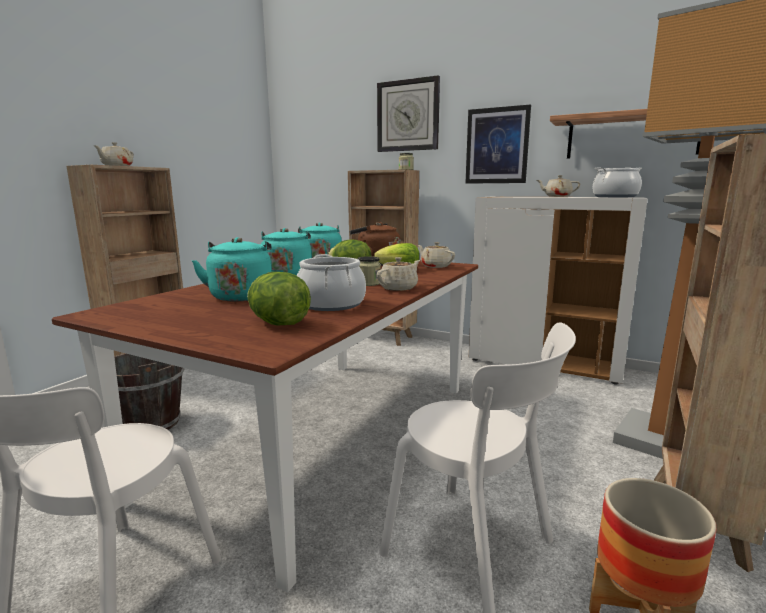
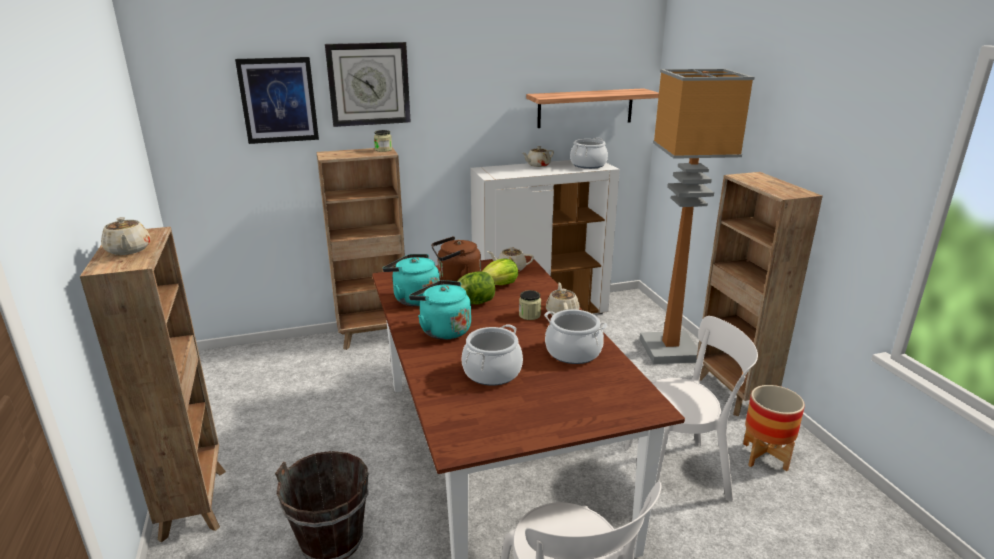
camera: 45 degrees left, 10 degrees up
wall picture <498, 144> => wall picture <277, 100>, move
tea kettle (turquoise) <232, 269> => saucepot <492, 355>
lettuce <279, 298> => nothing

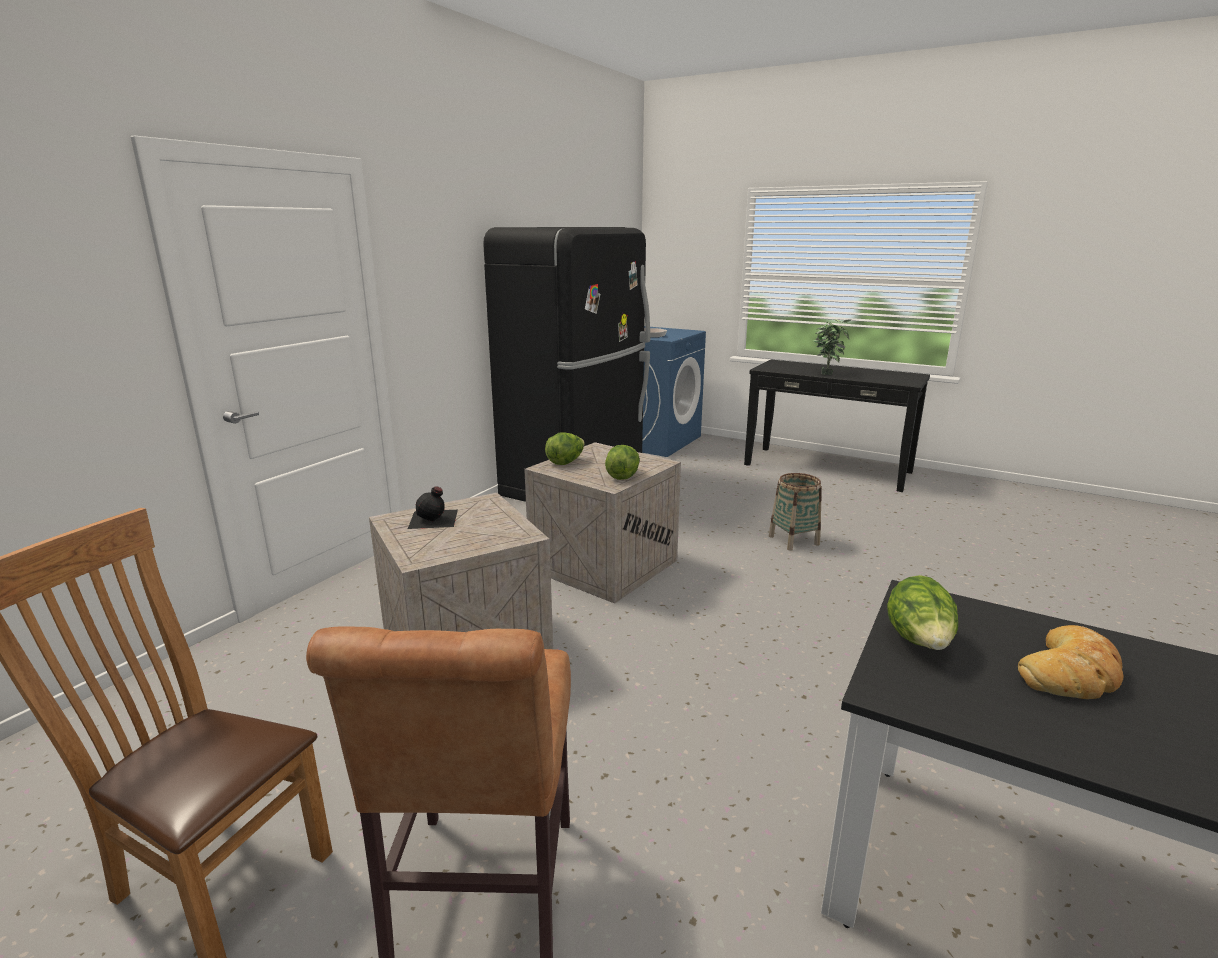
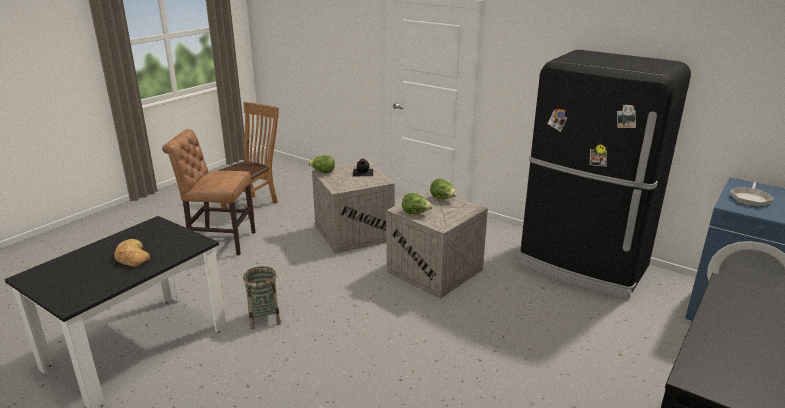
camera: 95 degrees right, 5 degrees up
potted plant <832, 347> => nothing
basket <795, 512> => basket <262, 298>, move
lettuce <922, 612> => lettuce <321, 164>, move

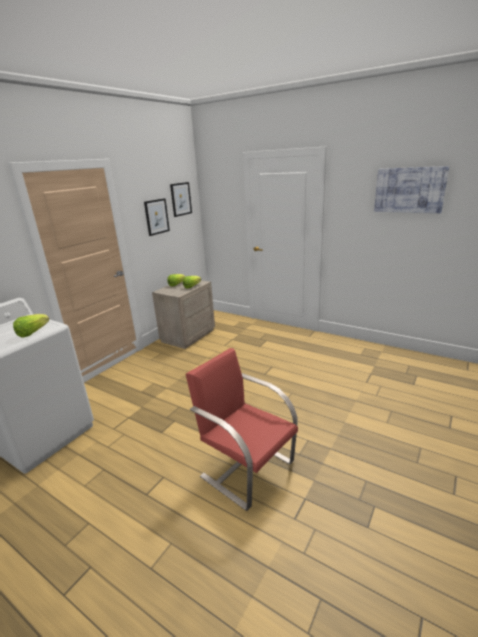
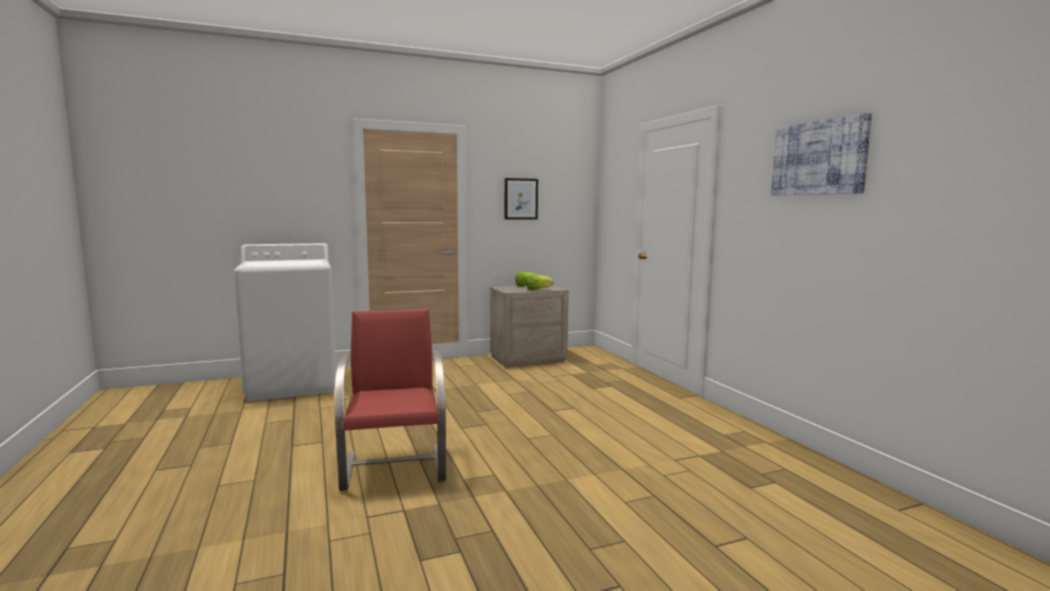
camera: 35 degrees right, 15 degrees down
wall picture <181, 199> => nothing
lettuce <31, 326> => nothing

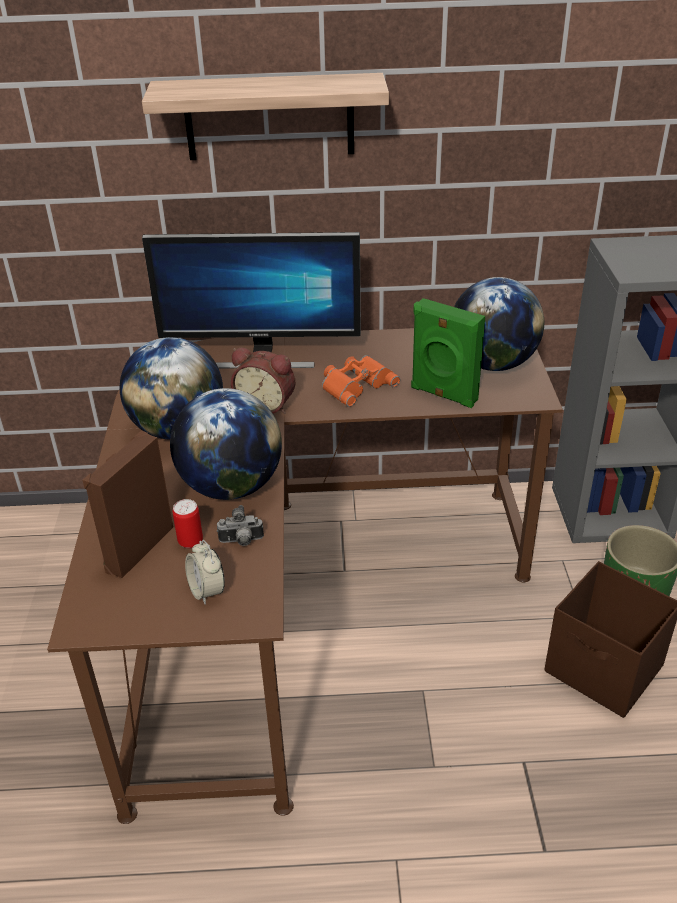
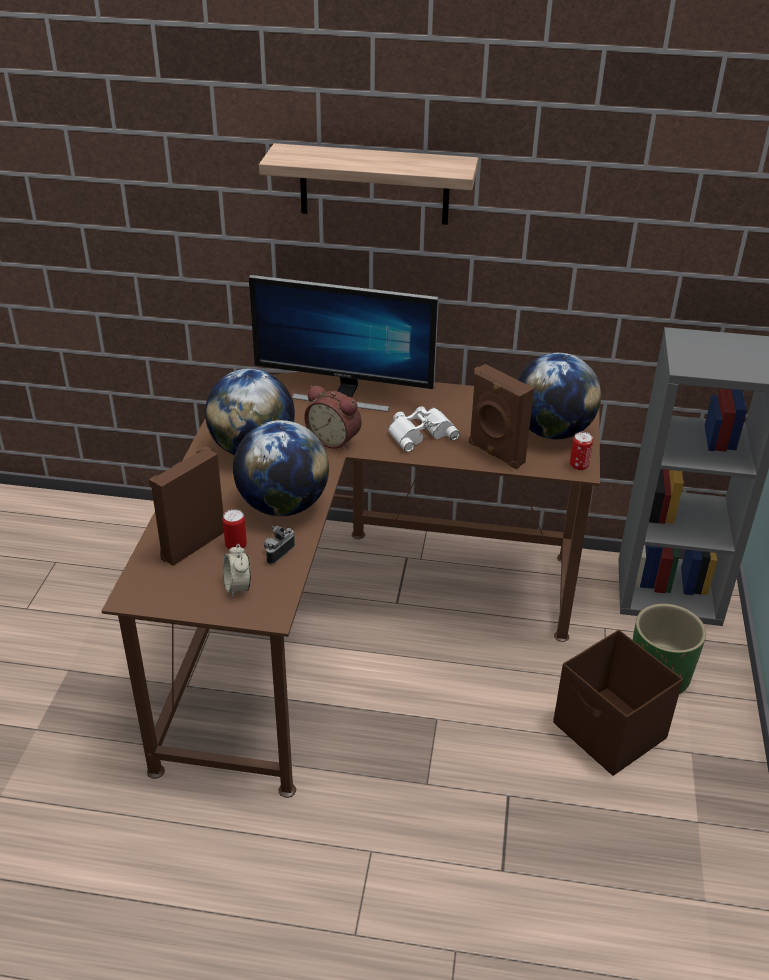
camera: 10 degrees right, 0 degrees up
speaker (green) <448, 353> => speaker (brown-coloured) <501, 416>
binoculars (orange) <361, 381> => binoculars (white-coloured) <424, 429>
still camera <240, 525> => still camera <279, 545>, 120 degrees clockwise
nothing => metal can <581, 451>

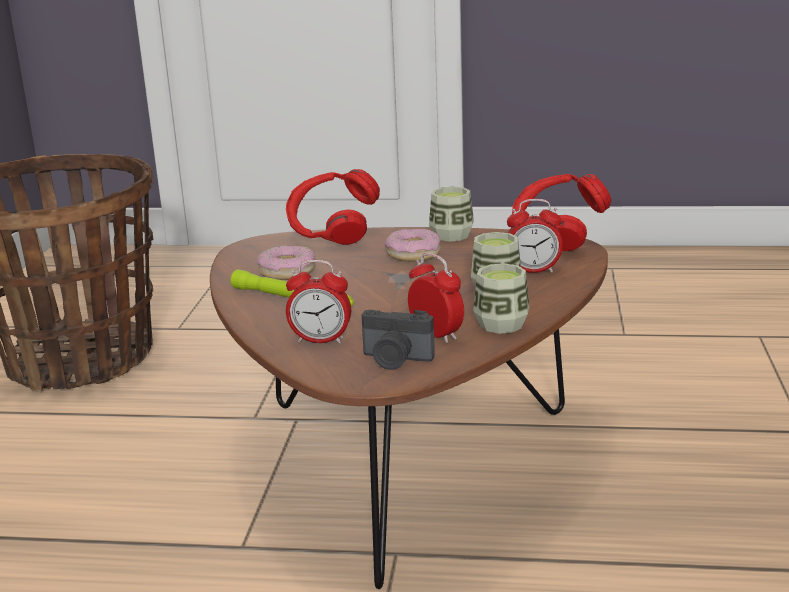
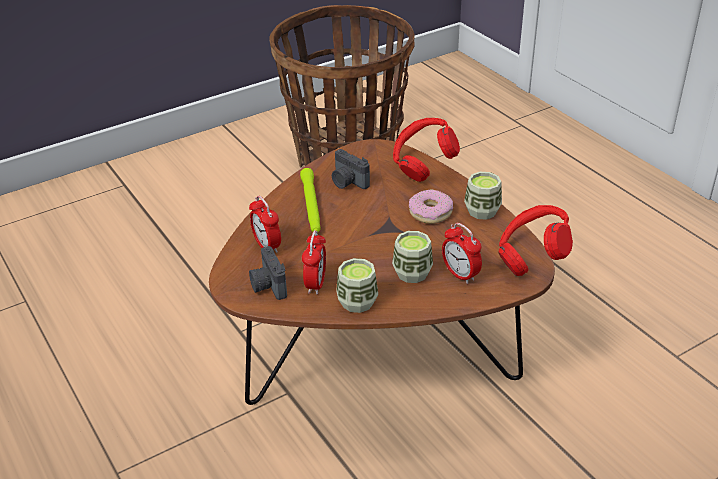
camera: 50 degrees right, 15 degrees up
doughnut <286, 262> => still camera <351, 169>

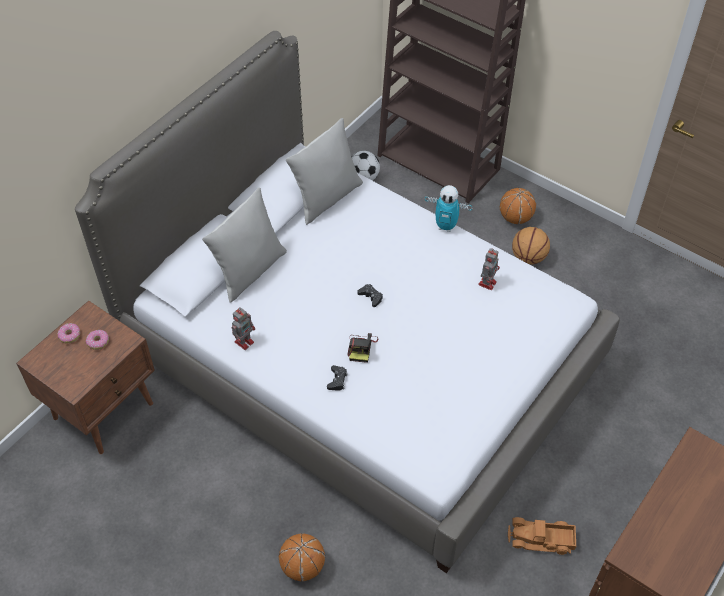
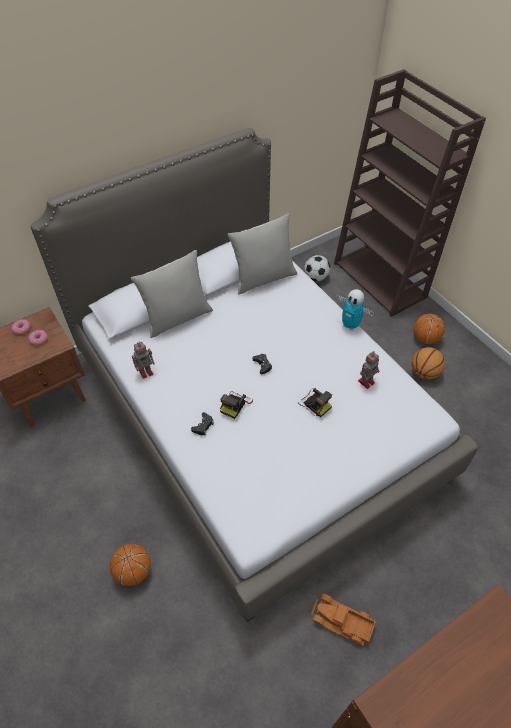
camera: 20 degrees right, 0 degrees up
nothing => still camera <315, 402>

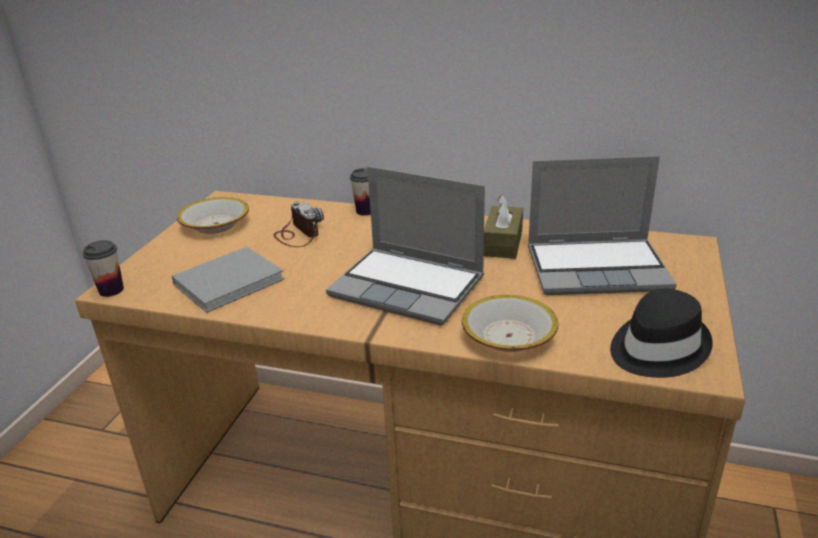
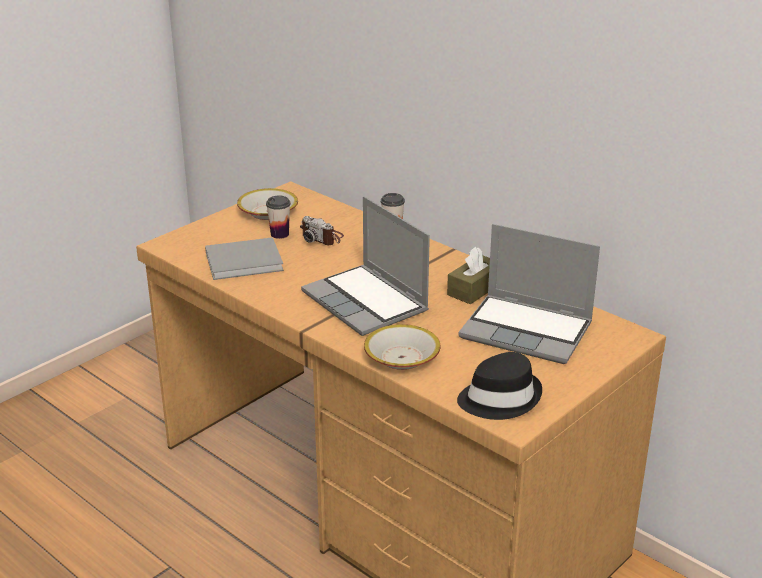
camera: 25 degrees right, 0 degrees up
still camera <299, 224> => still camera <322, 230>, 135 degrees clockwise
small cup <103, 268> => small cup <278, 217>, move

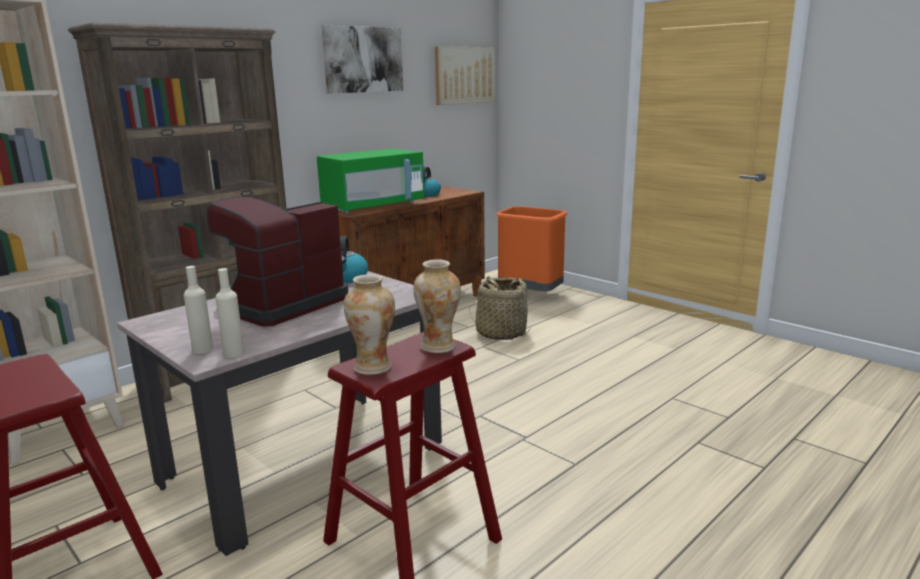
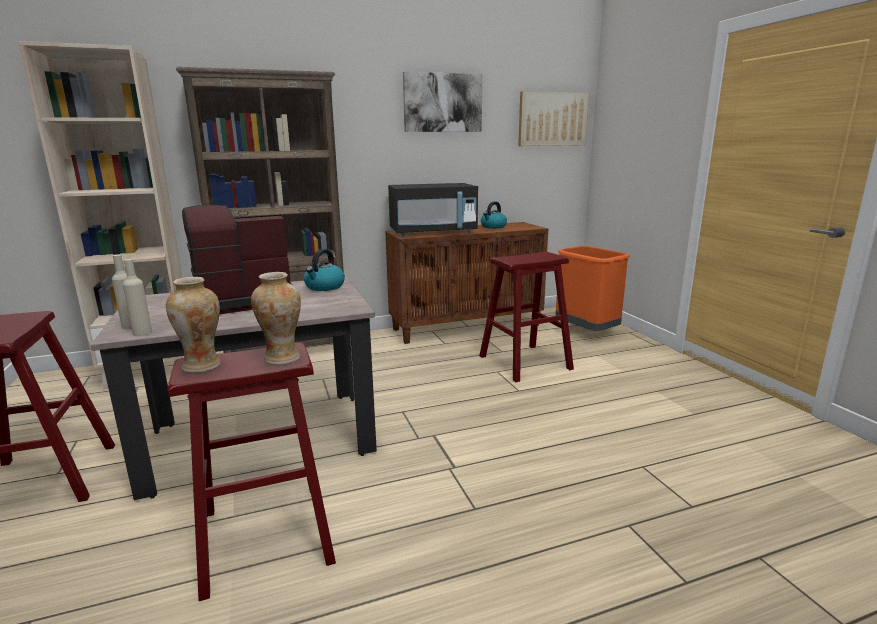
camera: 25 degrees right, 0 degrees up
kitchen microwave (green) <371, 181> => kitchen microwave (black-coloured) <433, 209>
basket <500, 308> => stool seat (red-coloured) <526, 317>

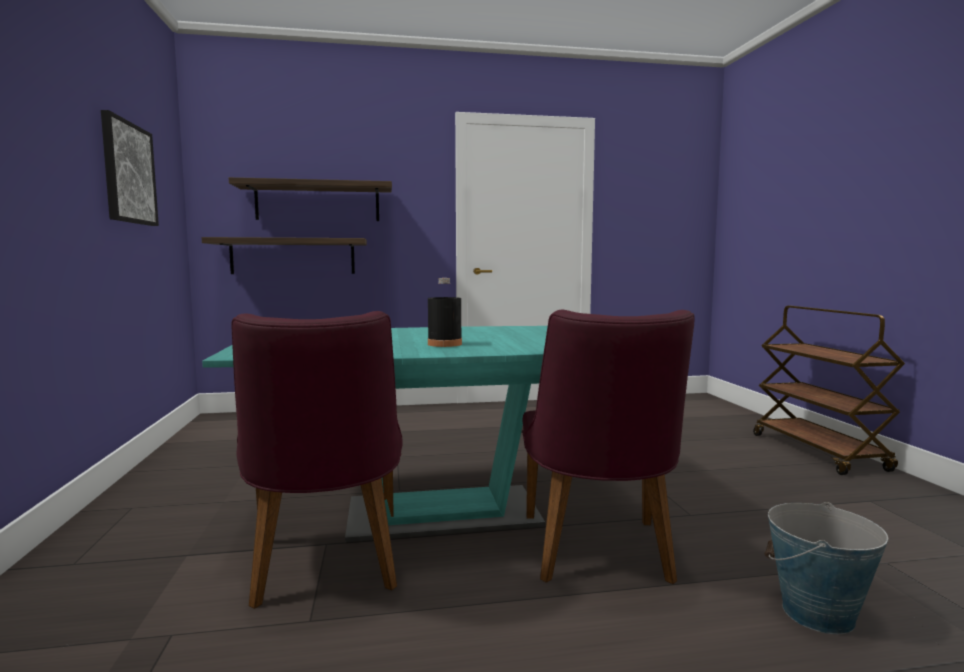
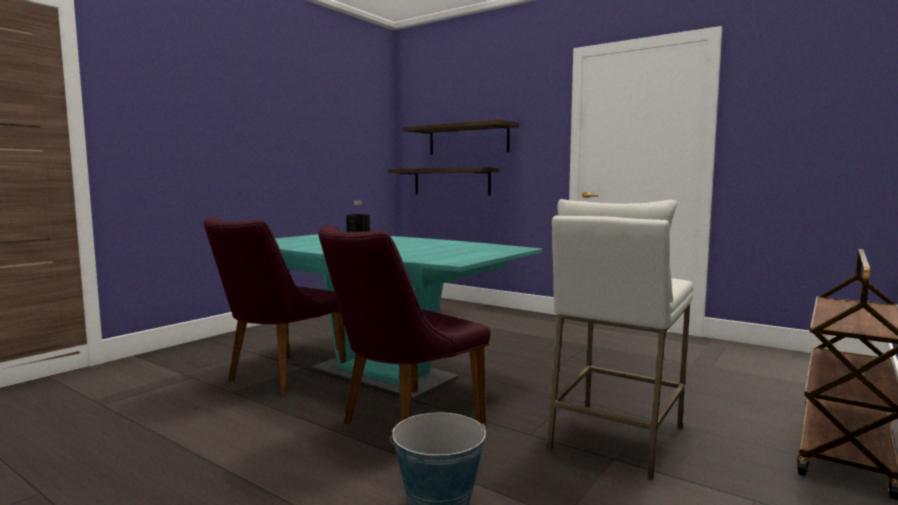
camera: 45 degrees right, 0 degrees up
wall picture <130, 168> => nothing
nothing => stool seat (white-coloured) <619, 339>

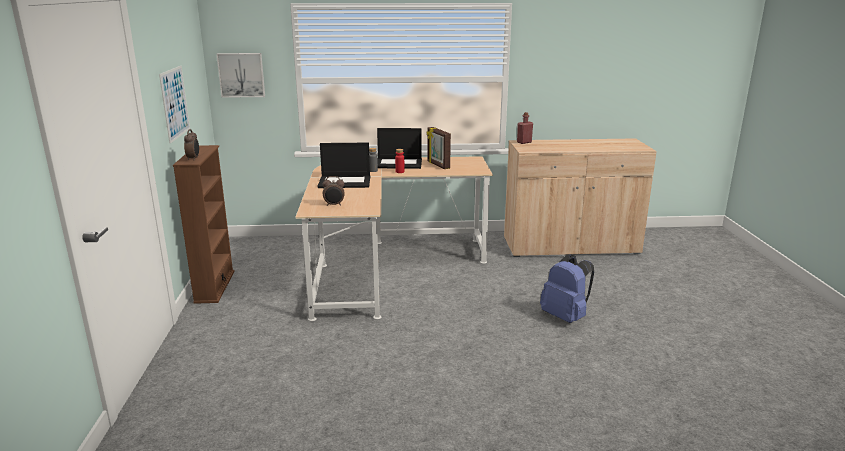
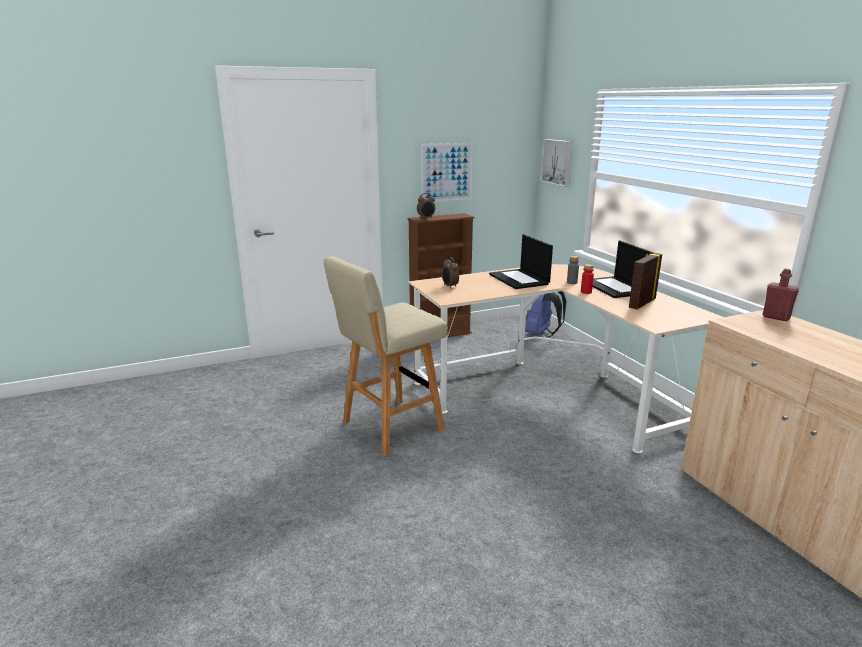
camera: 70 degrees right, 0 degrees up
rucksack (bluish) <567, 288> => rucksack (bluish) <546, 314>, move
nothing => stool seat (beige) <385, 356>

